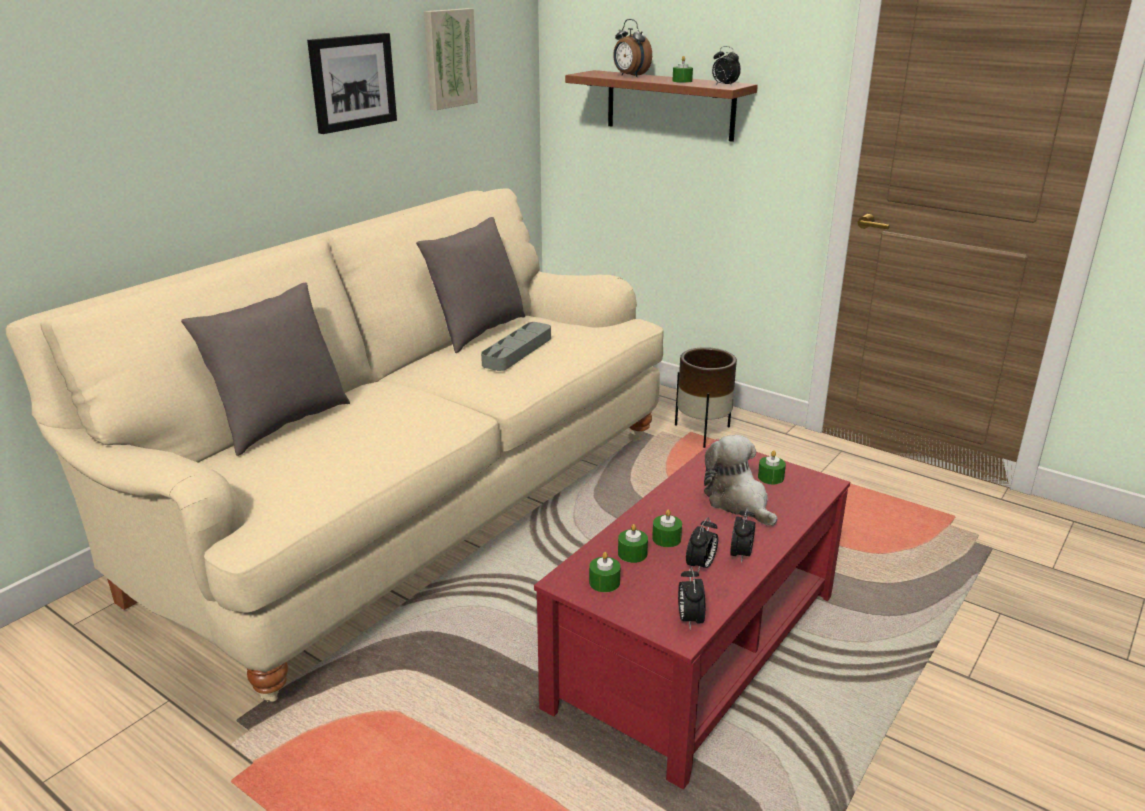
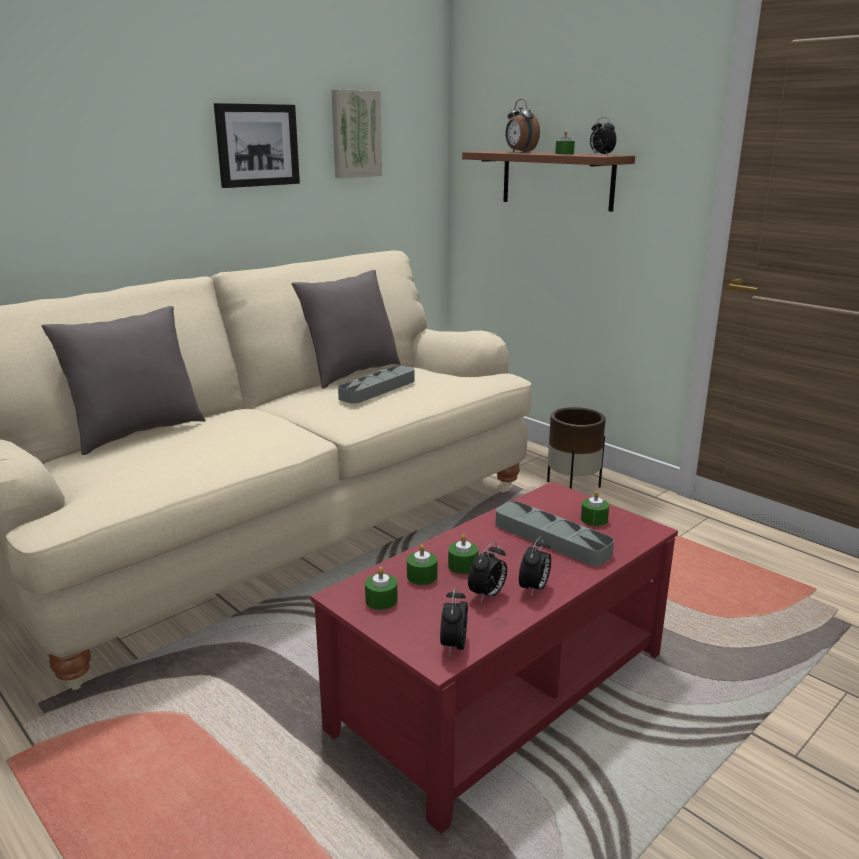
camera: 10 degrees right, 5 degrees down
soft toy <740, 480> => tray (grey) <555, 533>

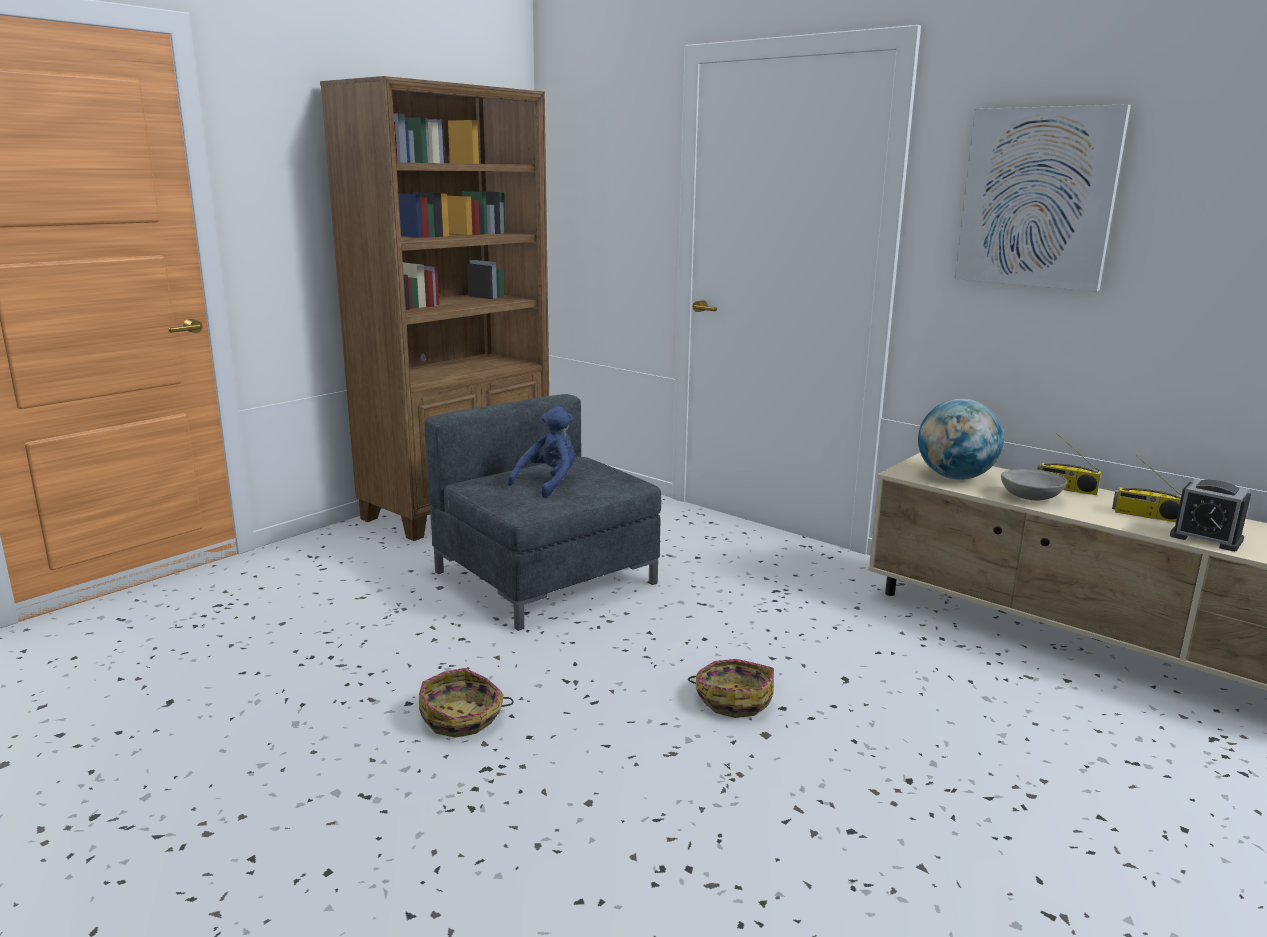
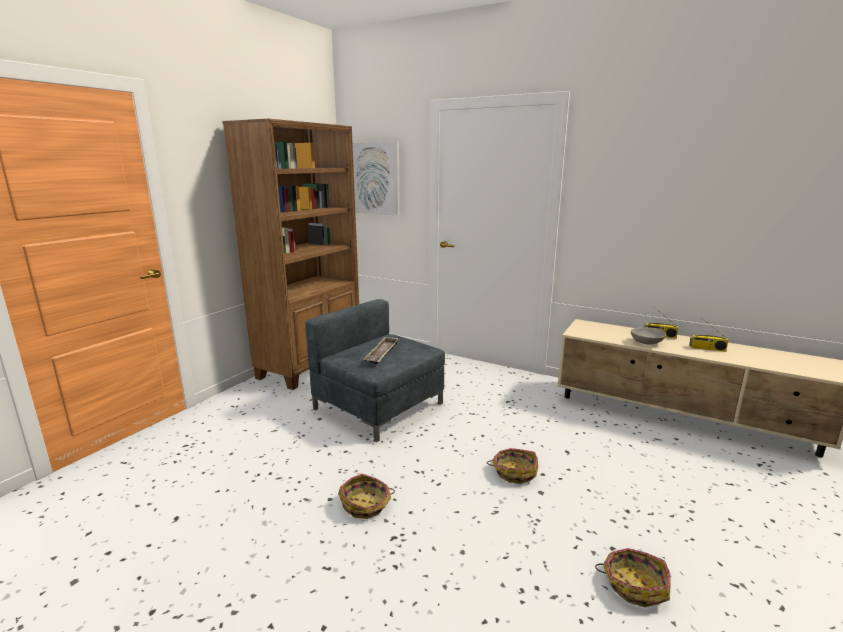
camera: 10 degrees left, 0 degrees up
wall picture <1042, 197> => wall picture <376, 178>, move
globe <961, 439> => nothing
soft toy (bluish) <541, 452> => tray <381, 350>
table clock <1210, 515> => nothing
nothing => basket <633, 577>

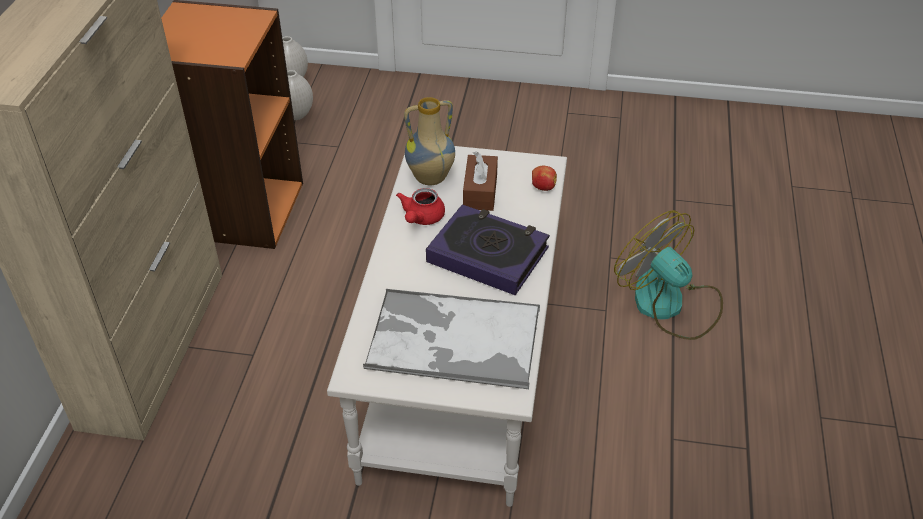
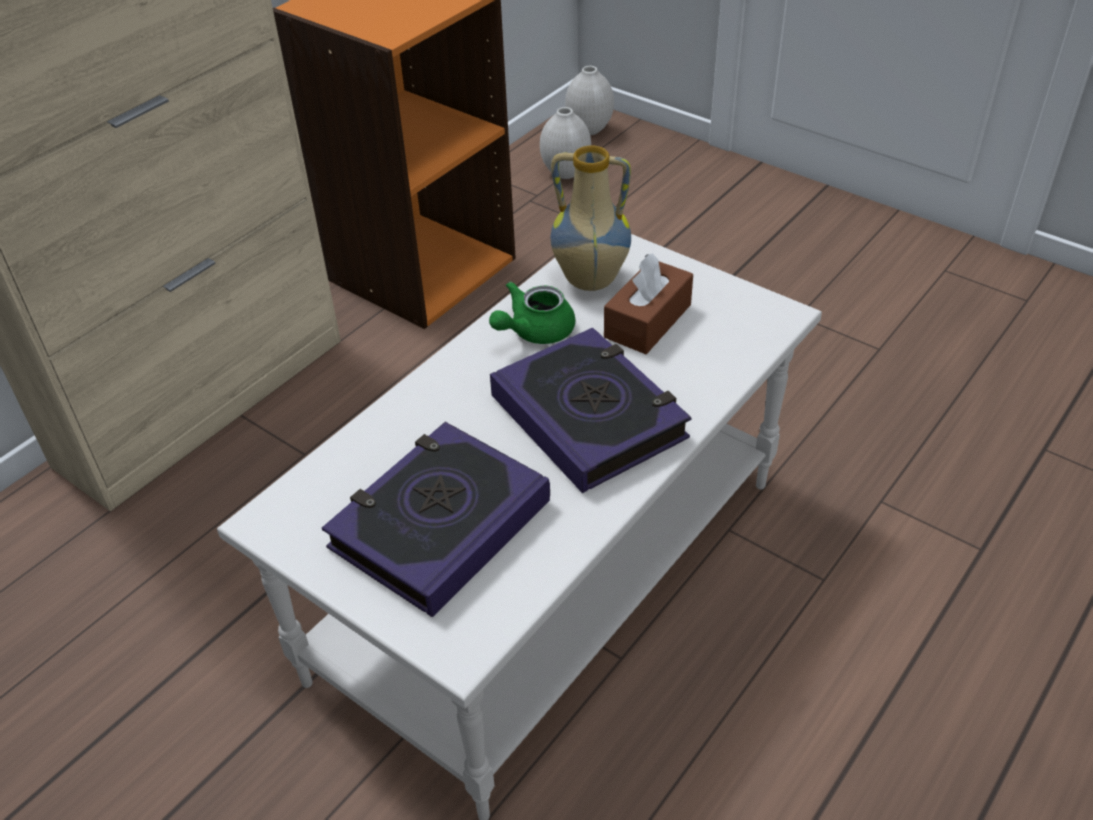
camera: 30 degrees right, 0 degrees up
apple fruit <544, 178> => nothing
teapot (red-coloured) <420, 206> => teapot (green) <532, 312>
fan <668, 275> => nothing
tray <451, 339> => volume <436, 519>

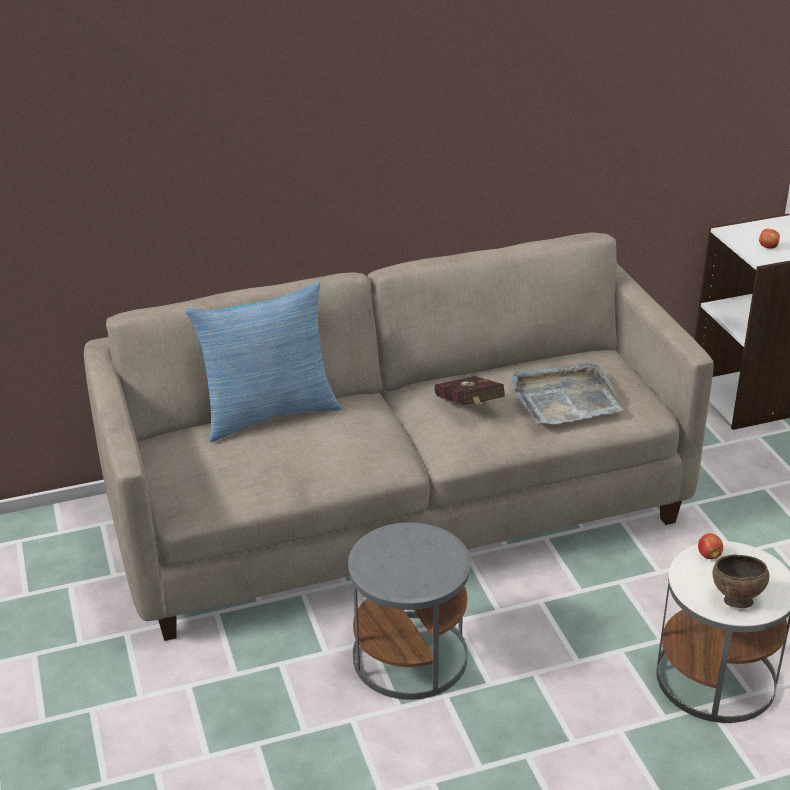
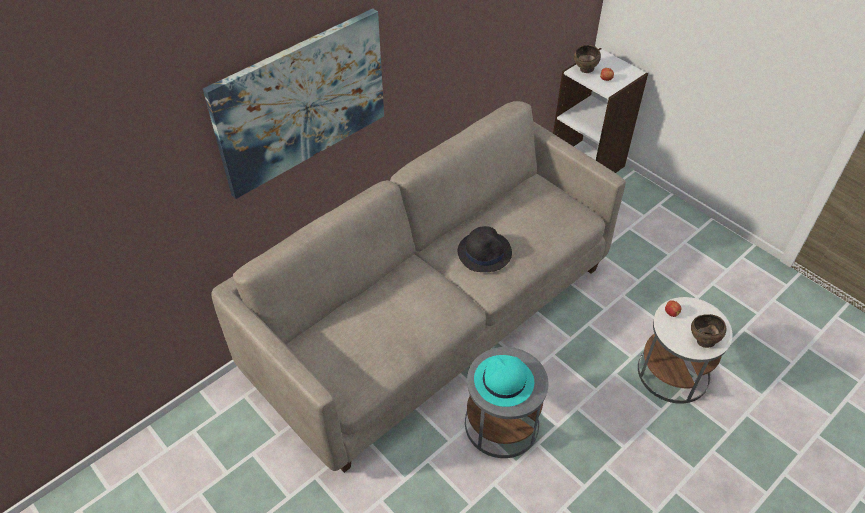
camera: 25 degrees left, 15 degrees up
throw pillow <263, 361> => nothing
tray (grey) <567, 394> => nothing
volume (red-coloured) <470, 390> => hat (black-coloured) <485, 249>
nothing => wall picture <293, 103>
nothing => bowl (brown-coloured) <587, 59>
nothing => hat (turquoise) <504, 381>

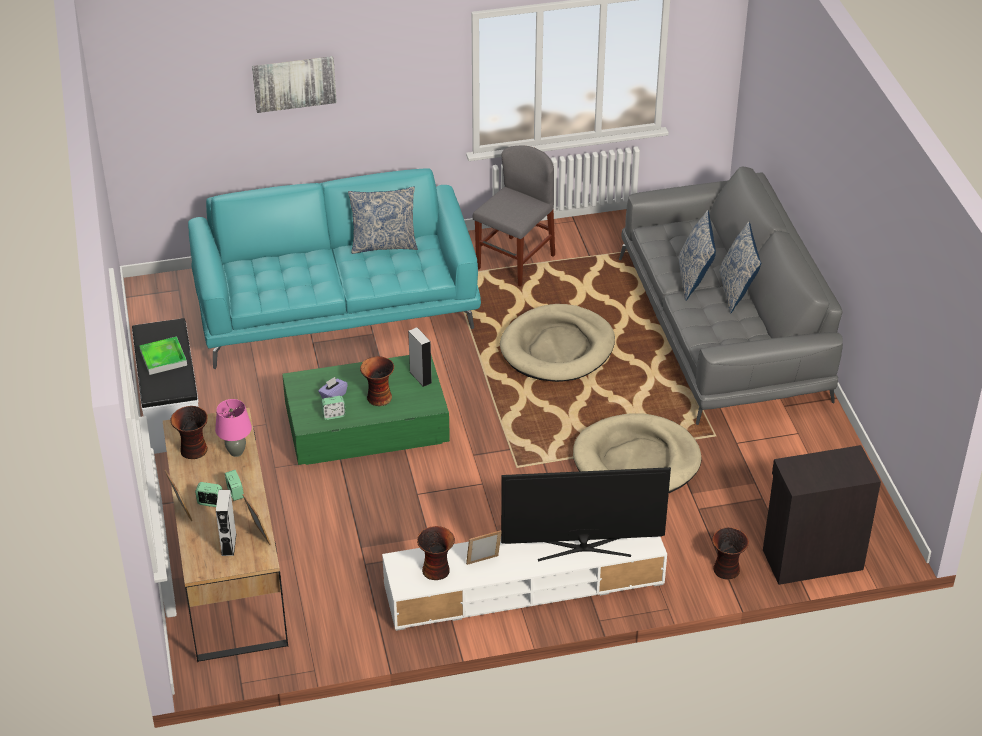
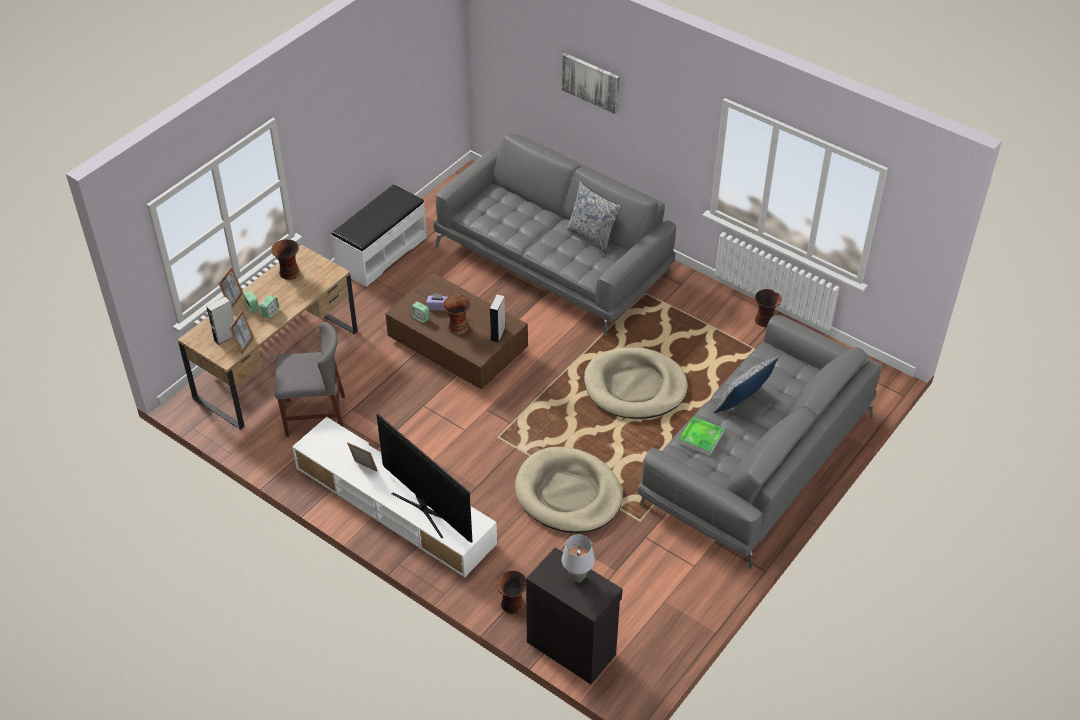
camera: 50 degrees right, 5 degrees up
upright chair (grey) <514, 216> => upright chair (grey) <310, 379>, move
sofa (turquoise) <334, 268> => sofa (grey) <555, 234>
throw pillow <740, 267> => nothing
tray <163, 355> => tray <701, 436>, move
low table (green) <366, 410> => low table (brown-coloured) <457, 331>
tabletop lamp (pink) <233, 428> => nothing
flower vase <436, 553> => flower vase <767, 308>, move
nothing => tabletop lamp (grey) <578, 559>

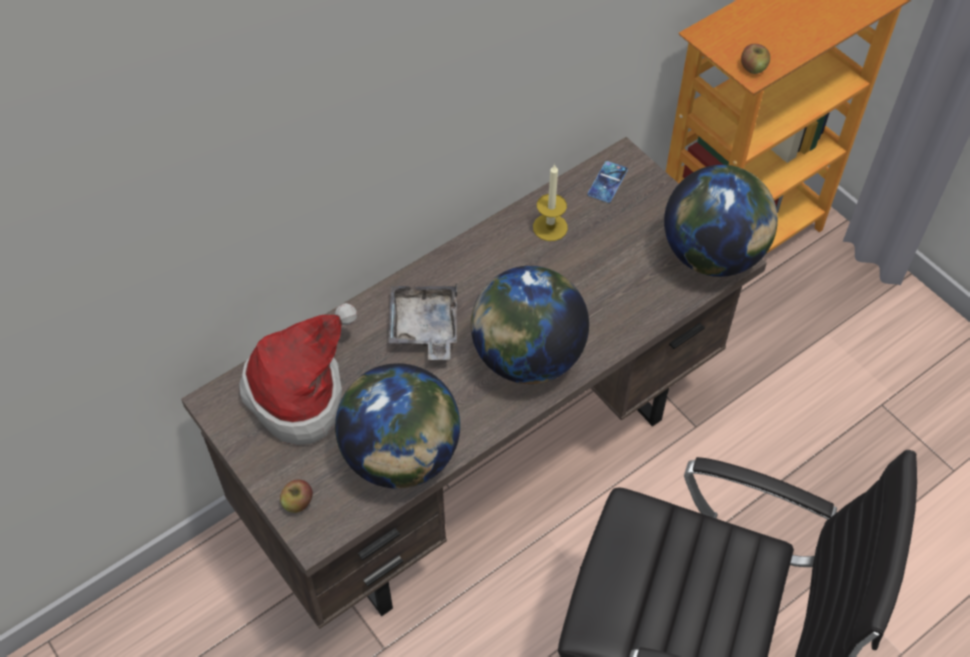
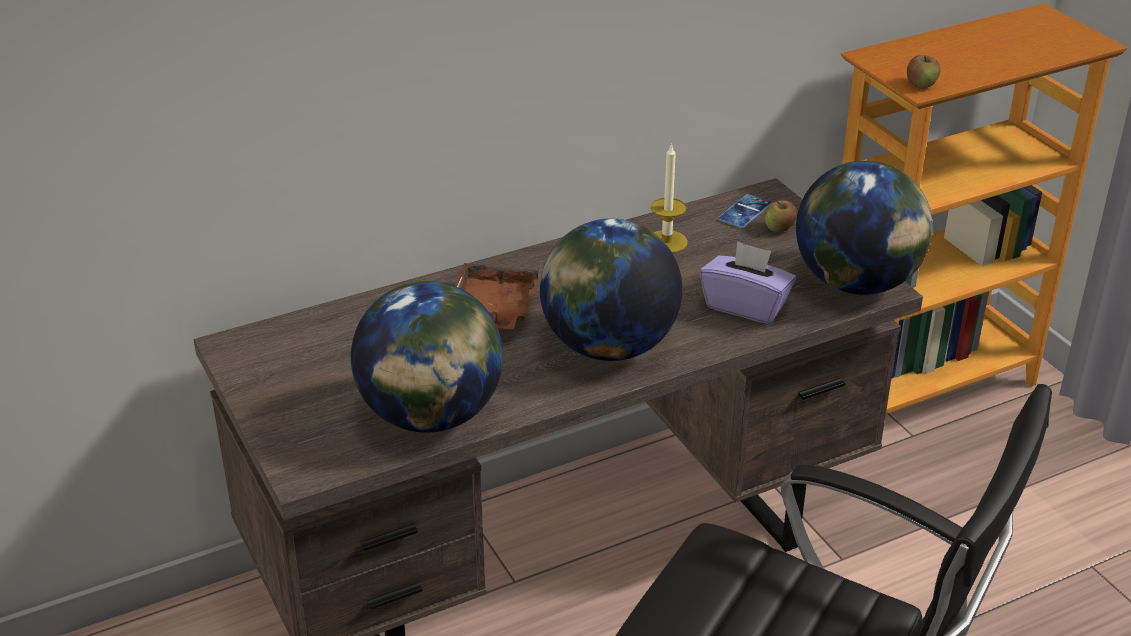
camera: 10 degrees right, 20 degrees down
tray (grey) <423, 321> => tray (brown-coloured) <497, 296>
hat <298, 374> => nothing
apple fruit <296, 496> => apple fruit <781, 216>, move
nothing => tissue box (purplish) <748, 282>

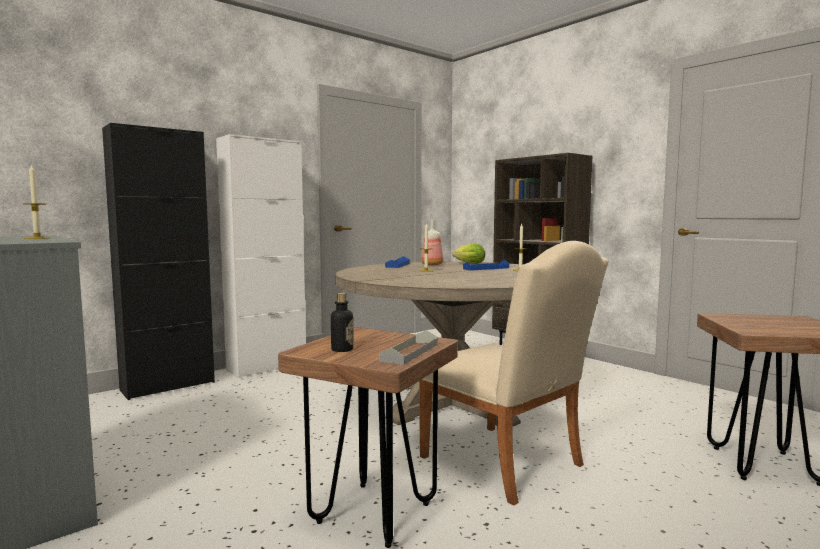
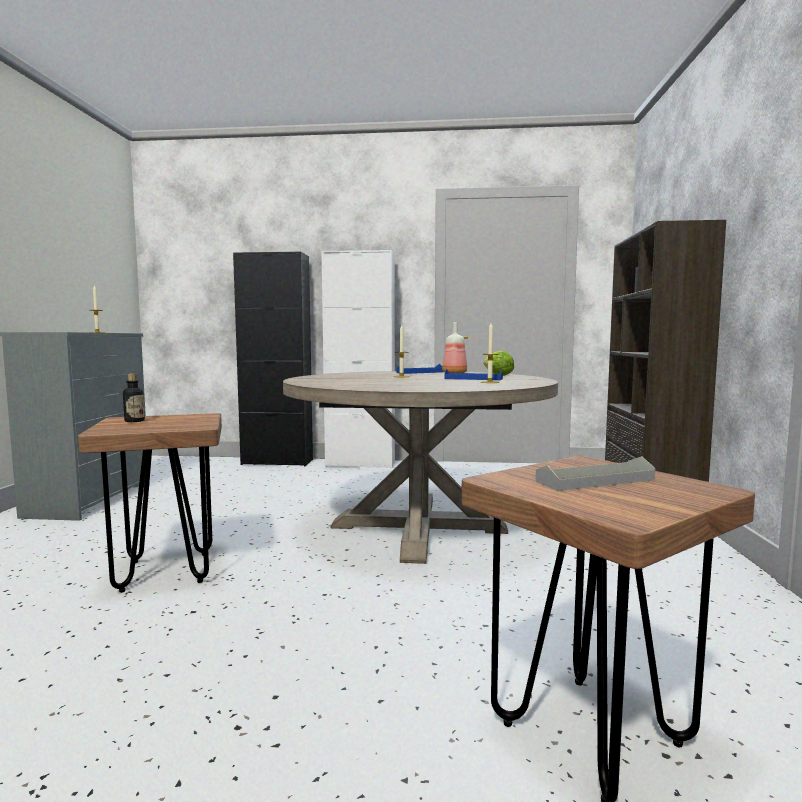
camera: 45 degrees right, 0 degrees up
upright chair (beige) <514, 373> => nothing
tray (grey) <408, 347> => tray (grey) <595, 473>, move

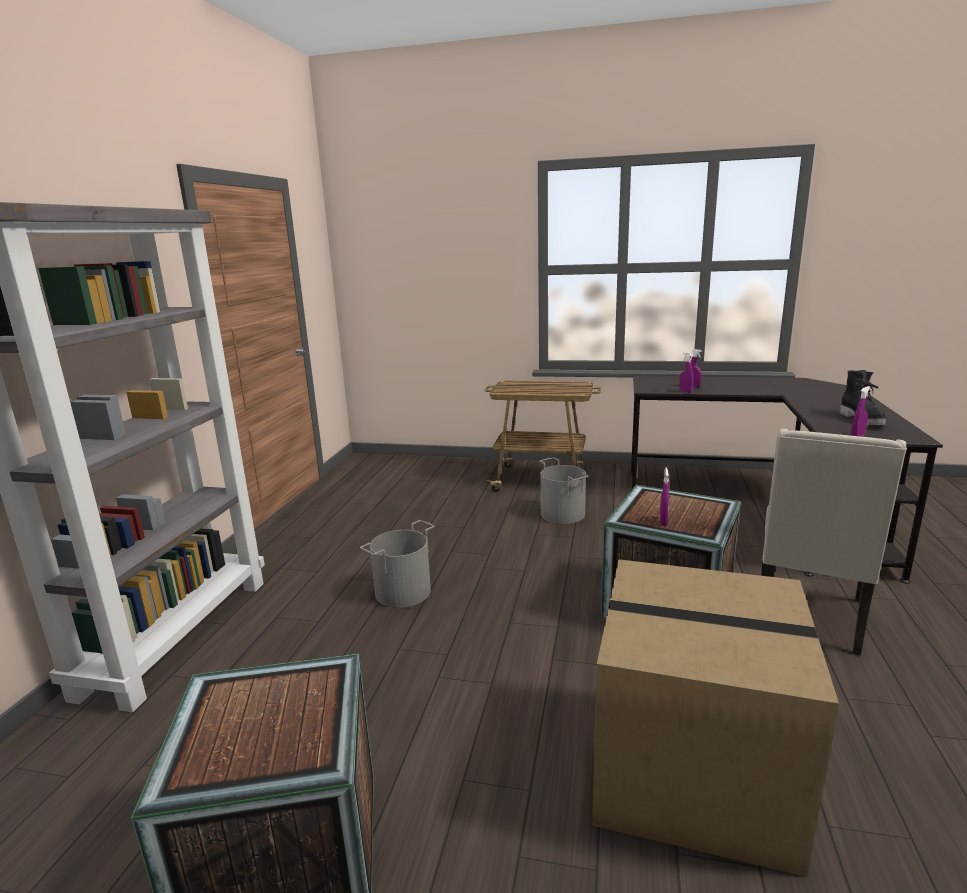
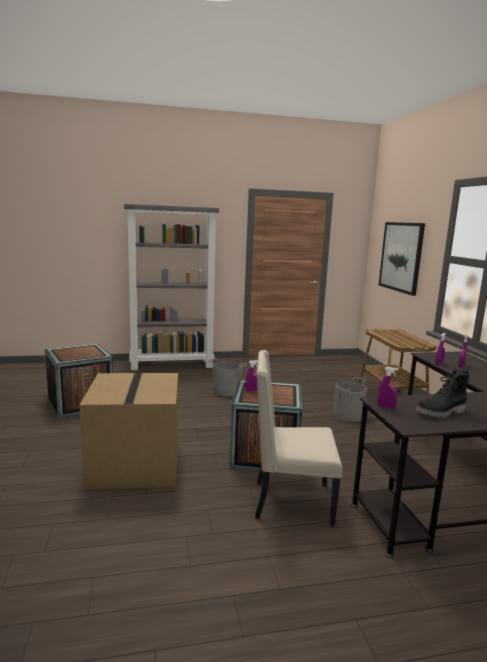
camera: 65 degrees right, 5 degrees down
nothing => wall picture <402, 259>

